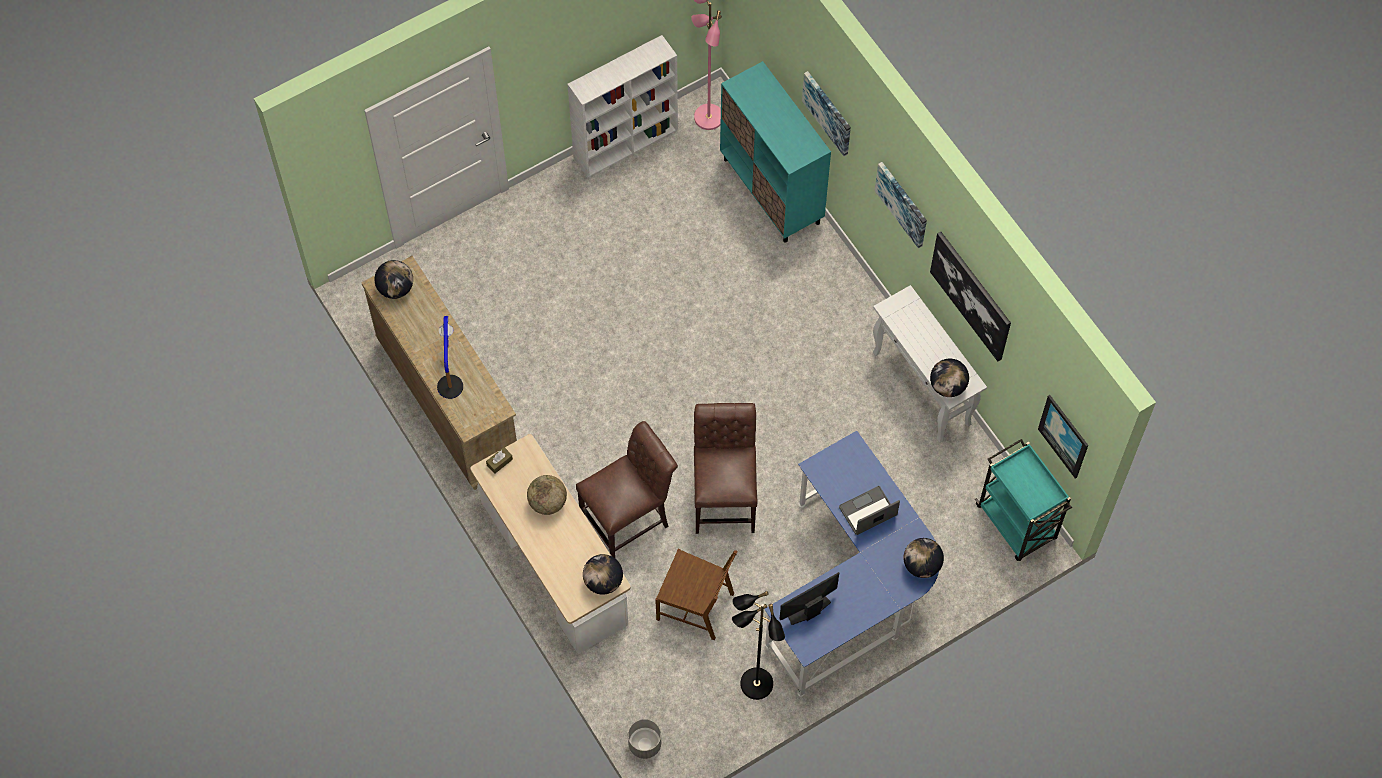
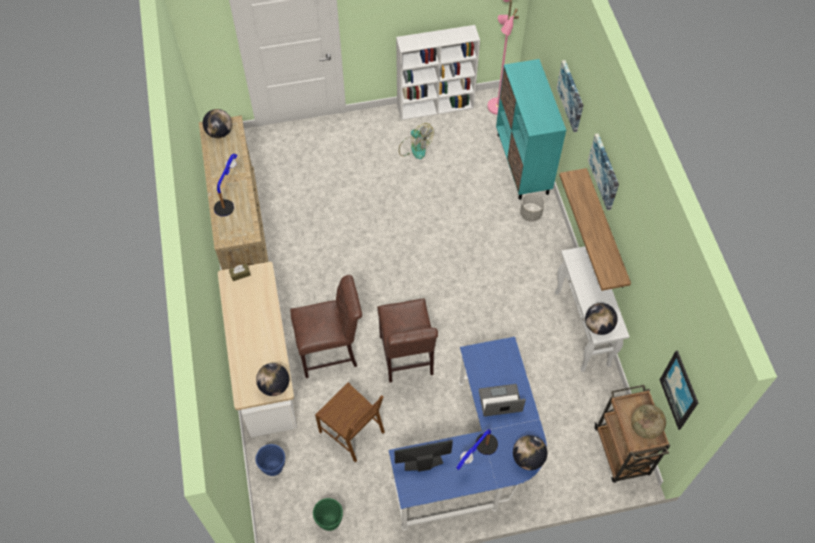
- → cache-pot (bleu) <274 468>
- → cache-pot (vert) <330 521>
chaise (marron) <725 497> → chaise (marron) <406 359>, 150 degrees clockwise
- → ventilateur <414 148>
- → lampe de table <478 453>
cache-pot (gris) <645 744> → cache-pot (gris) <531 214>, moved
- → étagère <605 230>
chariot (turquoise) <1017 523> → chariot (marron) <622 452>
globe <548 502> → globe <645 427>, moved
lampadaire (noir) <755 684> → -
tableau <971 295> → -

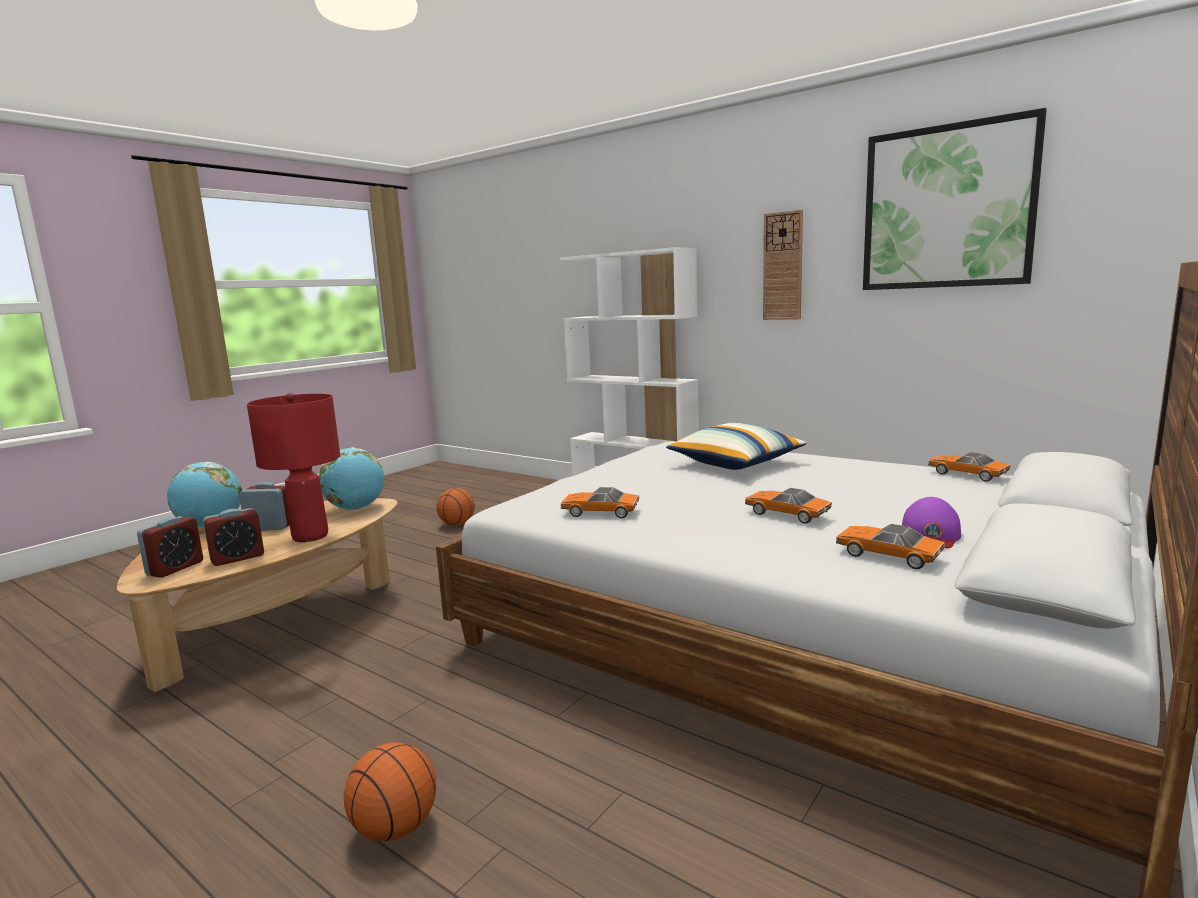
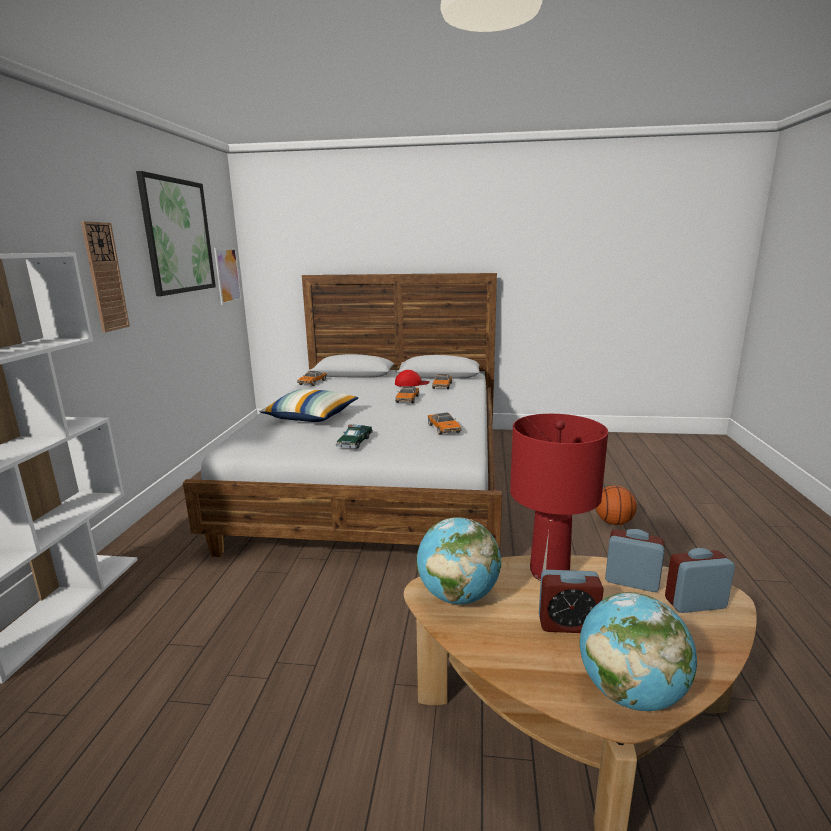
- → tableau <228 275>
- → petite voiture <355 442>
casquette (violet) <930 534> → casquette (rouge) <411 383>
réveil <269 527> → réveil <567 624>, 60 degrees counterclockwise
ballon de basket <457 524> → -

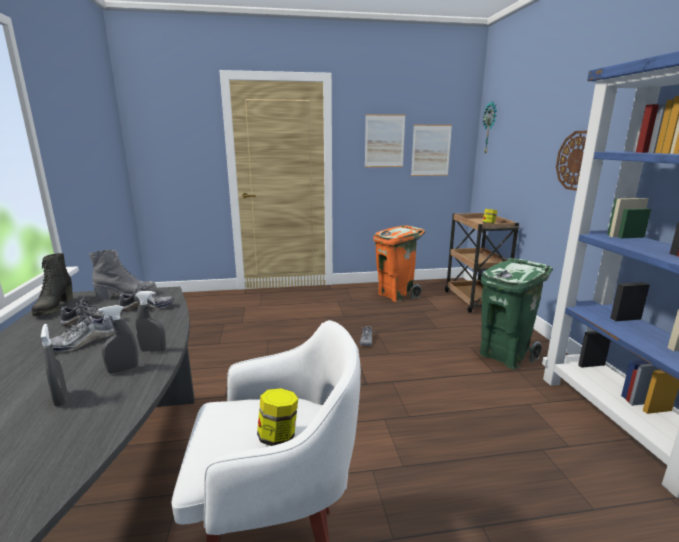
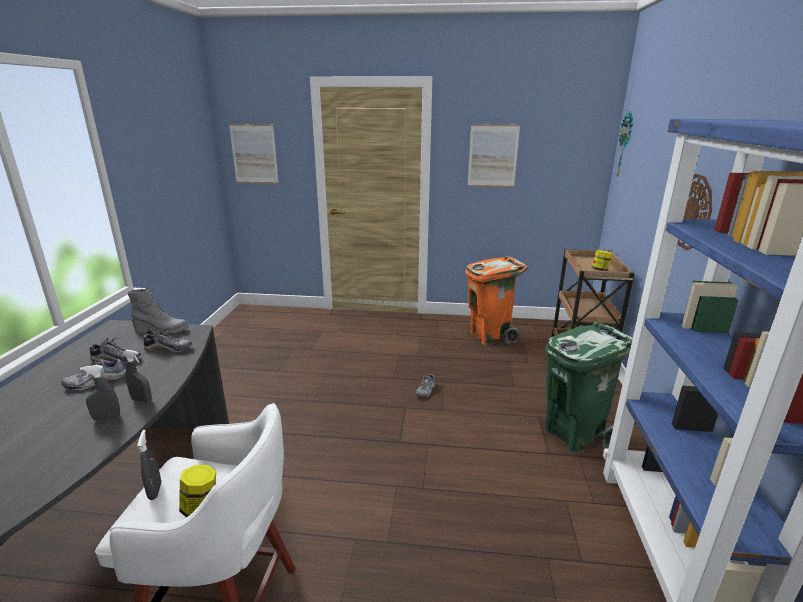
vaporisateur (gris) <61 399> → vaporisateur (gris) <155 491>, moved
tableau <431 150> → tableau <254 154>, moved
botte (noir) <54 308> → -

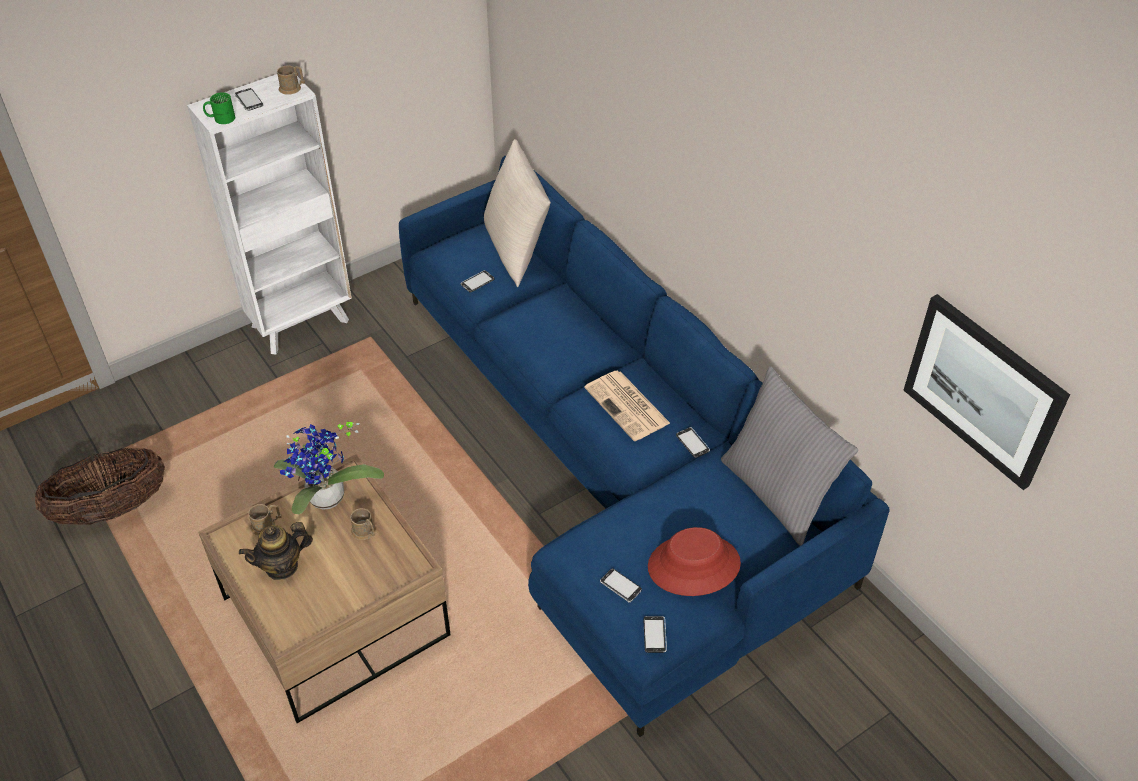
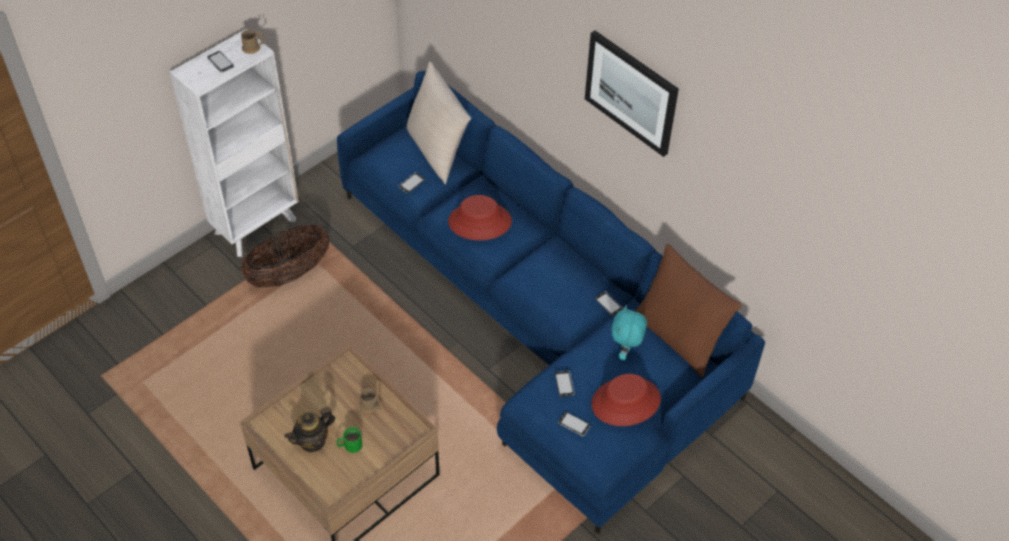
panier <112 509> → panier <289 274>, moved
mug (vert) <220 118> → mug (vert) <349 445>, moved
- → chapeau (rouge) <479 222>
téléphone <654 635> → téléphone <564 384>, moved
tableau <983 390> → tableau <631 92>, moved
- → peluche (turquoise) <625 351>
coussin (gris) <777 493> → coussin (marron) <679 336>
mug (marron) <267 525> → -
plante en pot <326 501> → -
journal <628 406> → -

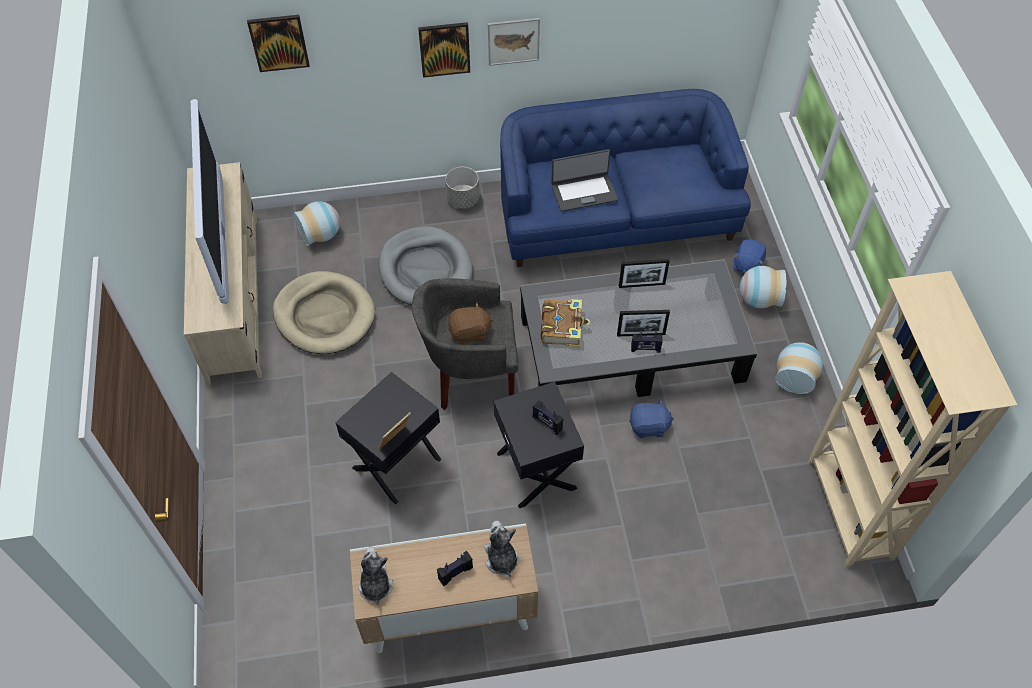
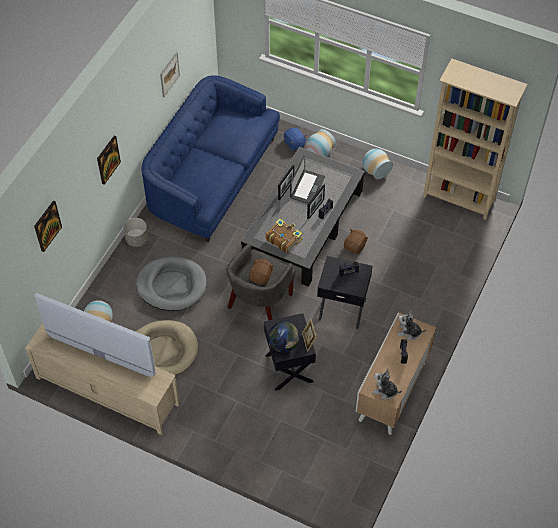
tableau <513 41> → tableau <169 74>, moved
- → globe <283 344>
ordinateur portable <584 192> → ordinateur portable <307 187>, moved
peluche (bleu) <649 427> → peluche (marron) <355 246>

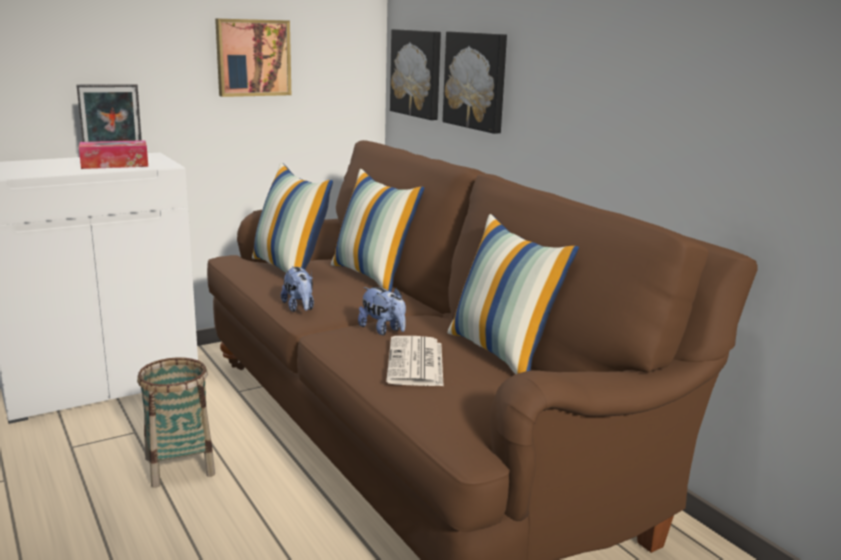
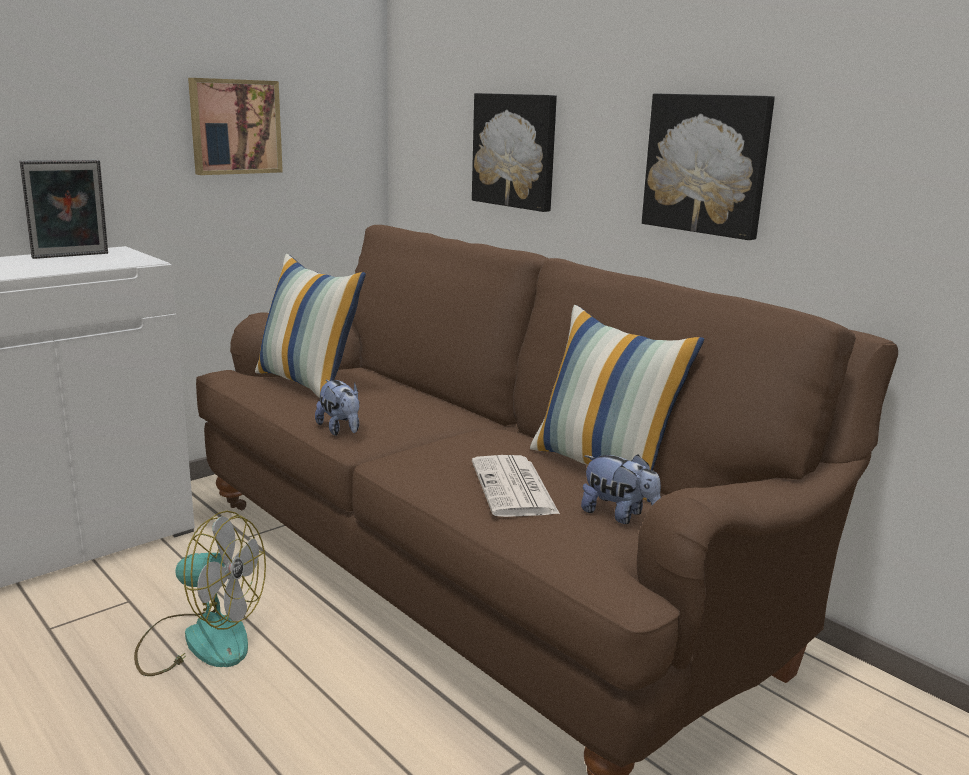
panier <180 466> → ventilateur <201 639>
peluche <383 330> → peluche <618 515>, moved
tableau <417 73> → tableau <707 164>, moved
boîte à mouchoirs <115 164> → -
coussin <373 276> → -

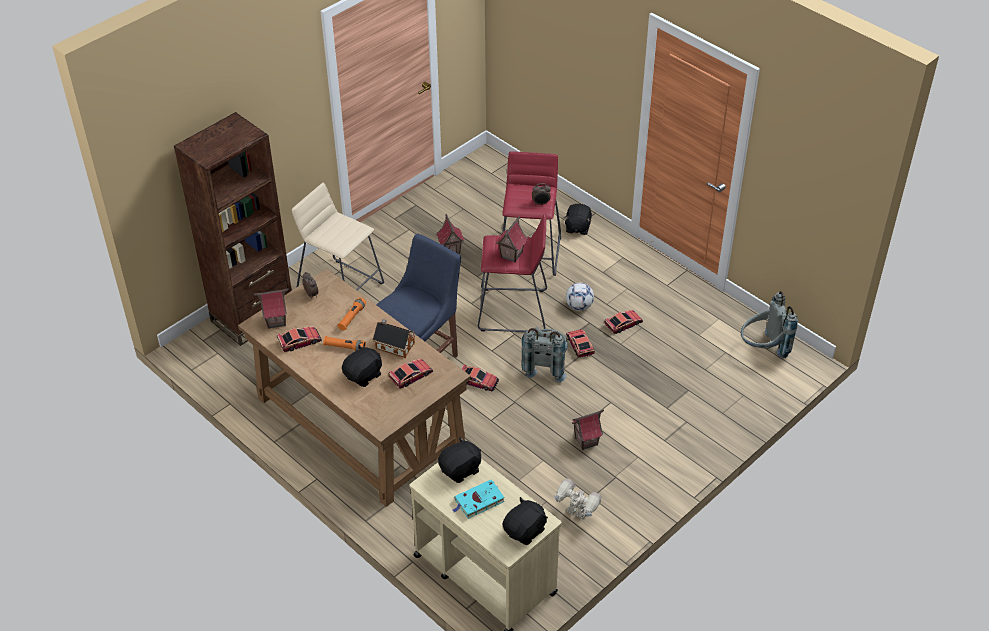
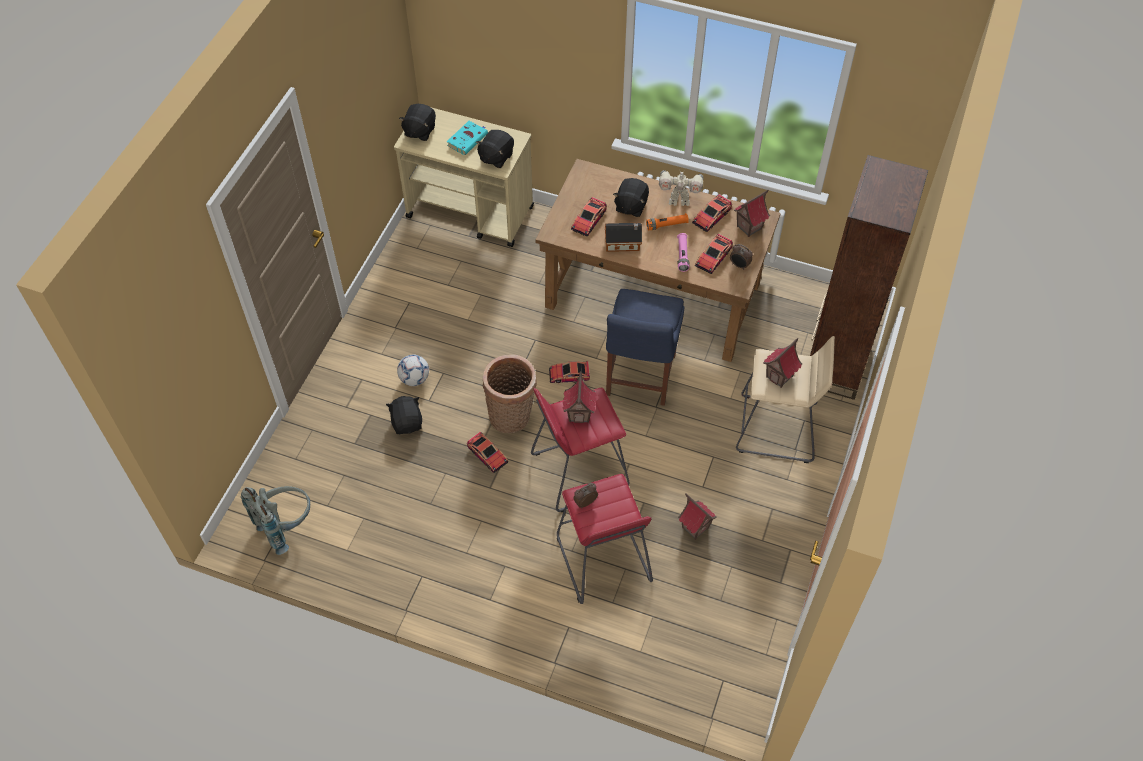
peluche (noir) <577 227> → peluche (noir) <407 422>, moved
ballon de foot <579 306> → ballon de foot <414 379>, moved
sac à dos (gris) <545 365> → panier <512 417>
robot jouet <576 514> → robot jouet <679 200>, moved
lampe de poche (orange) <352 318> → lampe de poche (rose) <682 255>
petite voiture <623 324> → petite voiture <713 257>, moved
maison miniature <586 441> → maison miniature <779 377>, moved

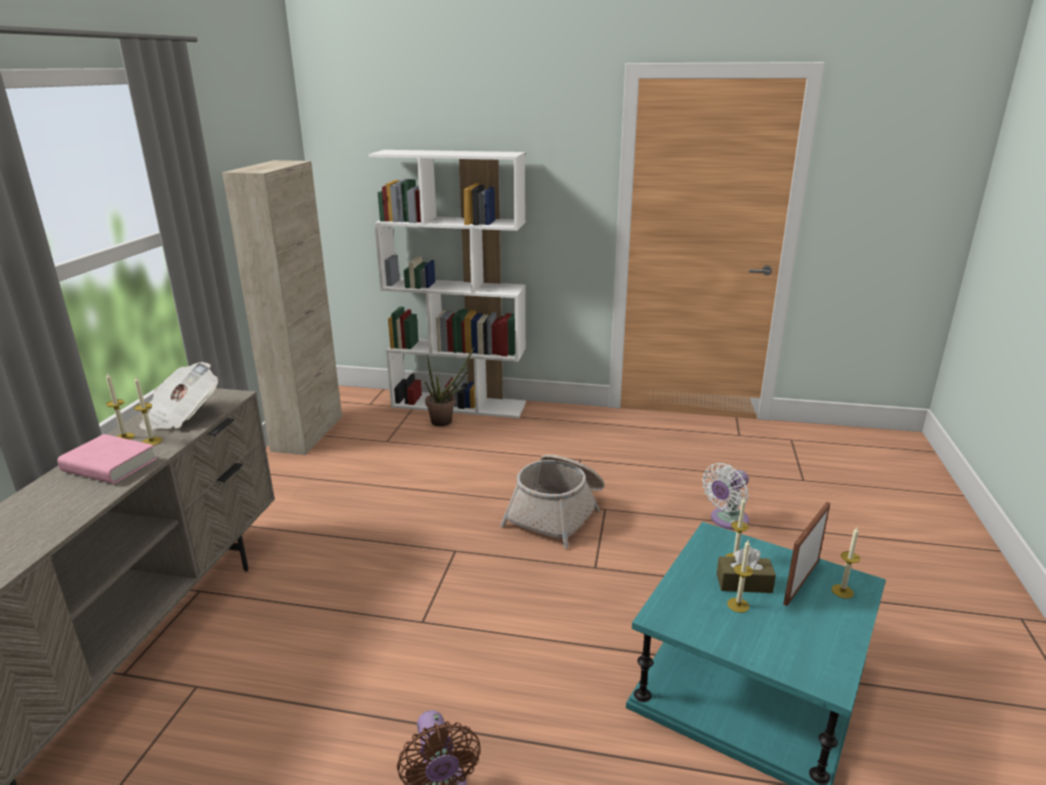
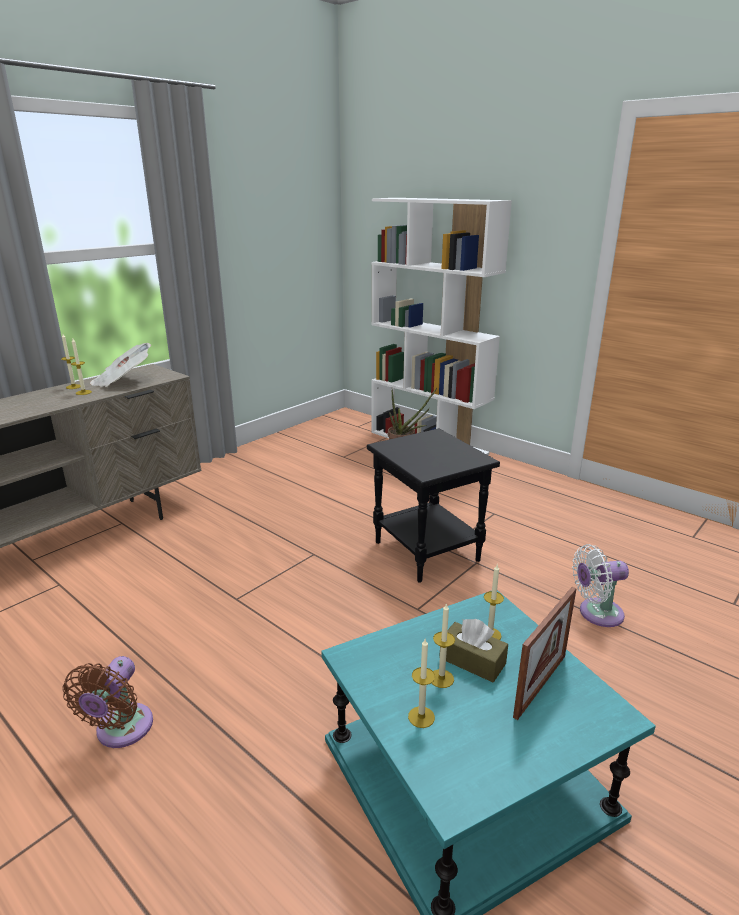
panier <557 512> → table d'appoint (noir) <428 551>
bougie <842 591> → bougie <421 717>, moved
cadre photo <801 582> → cadre photo <540 685>, 150 degrees clockwise
livre (rose) <109 465> → -
meuble de rangement (beige) <308 433> → -

